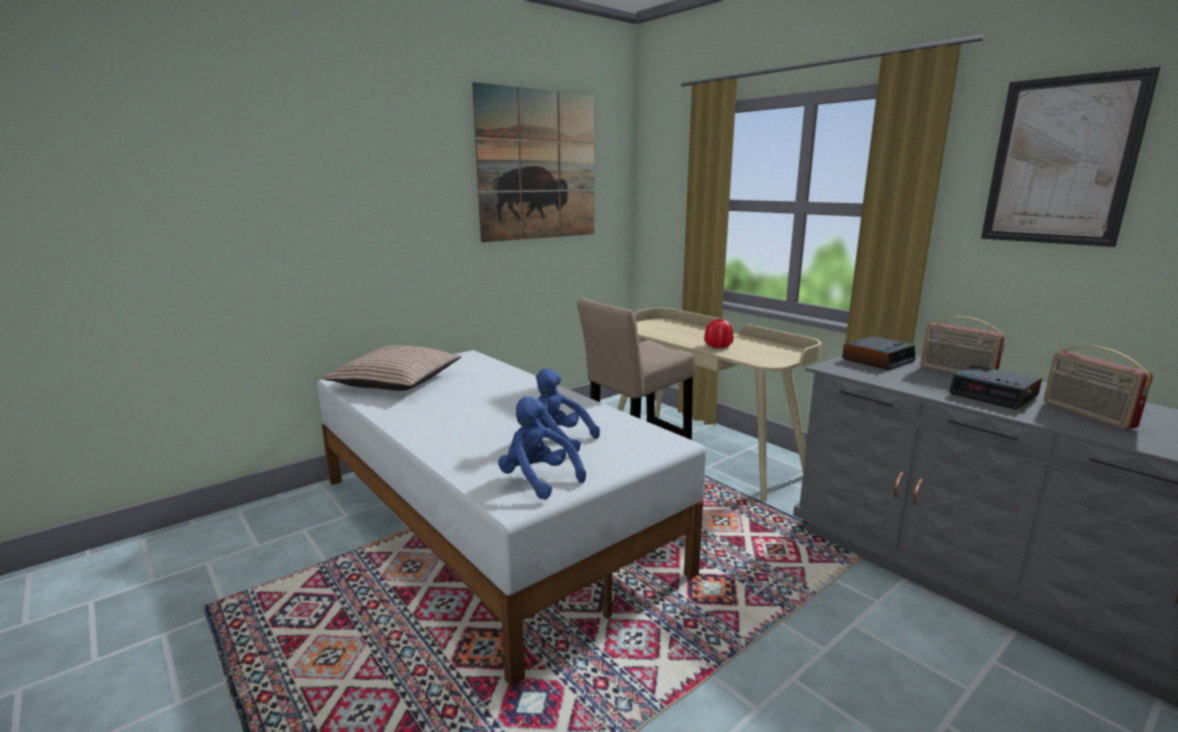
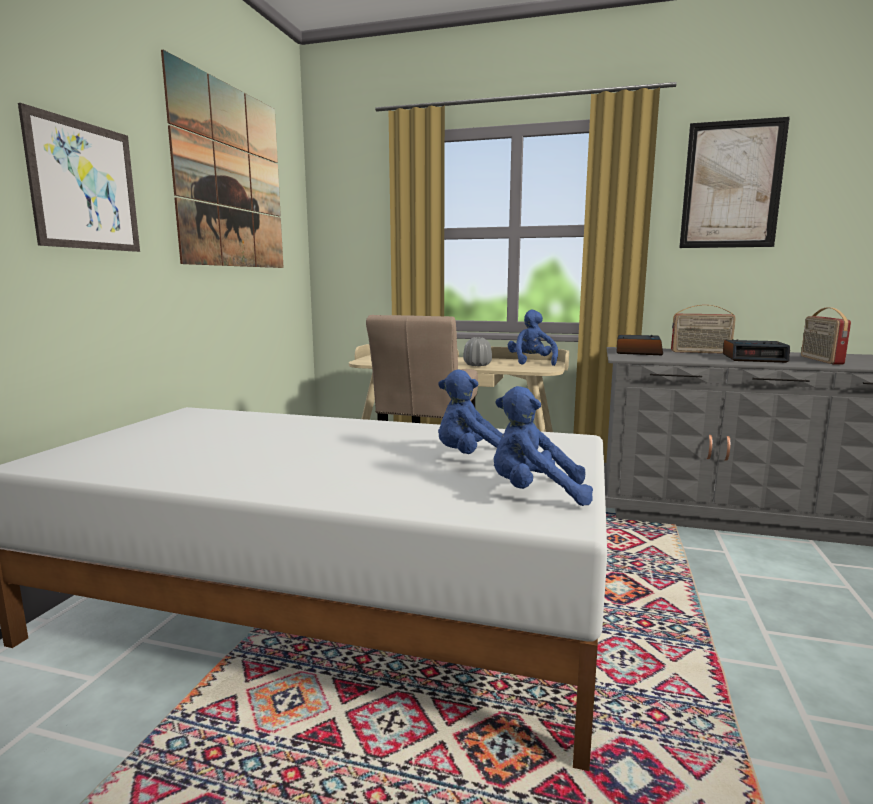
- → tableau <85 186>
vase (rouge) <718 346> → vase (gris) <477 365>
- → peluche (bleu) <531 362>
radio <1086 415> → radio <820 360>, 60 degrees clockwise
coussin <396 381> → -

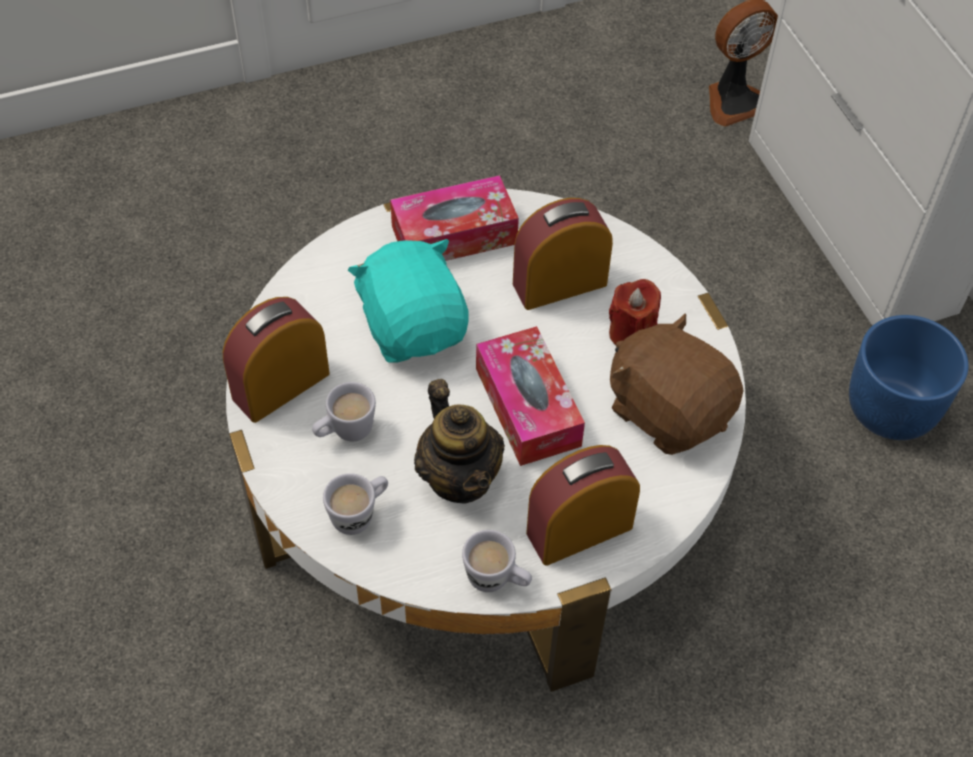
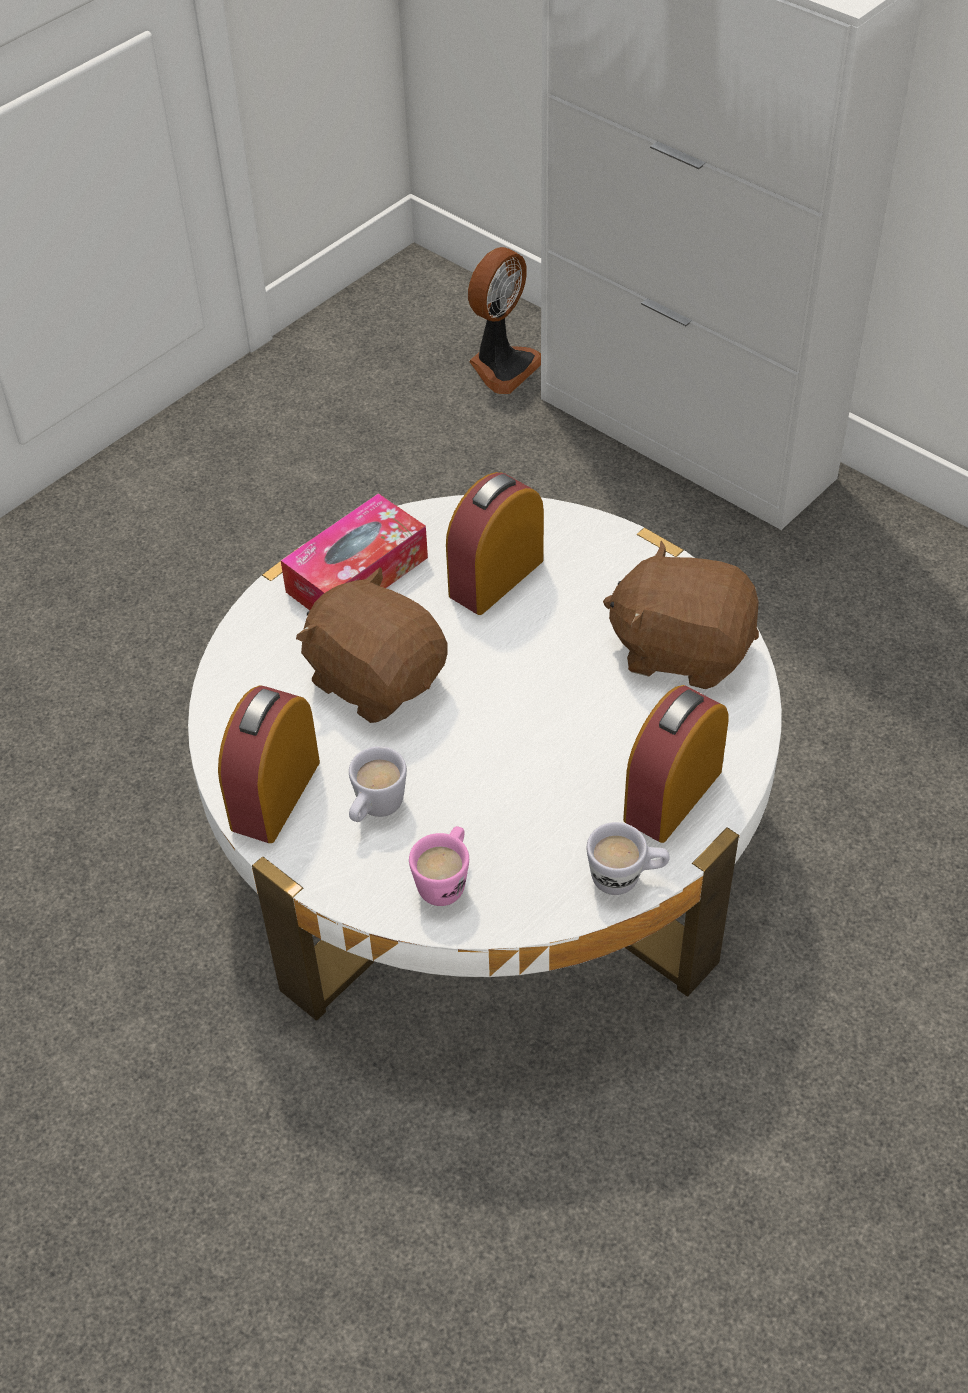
peluche (turquoise) <414 327> → peluche (marron) <376 679>
mug (blanc) <359 514> → mug (rose) <446 880>
théière <460 477> → -
boîte à mouchoirs <527 407> → -
bougie (rouge) <631 333> → -
cache-pot (bleu) <892 408> → -

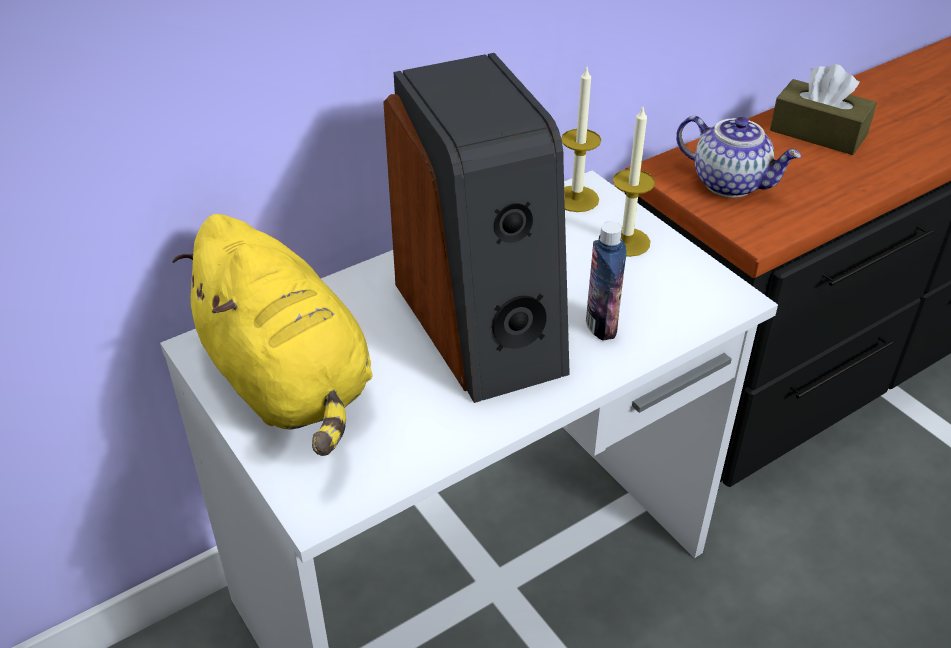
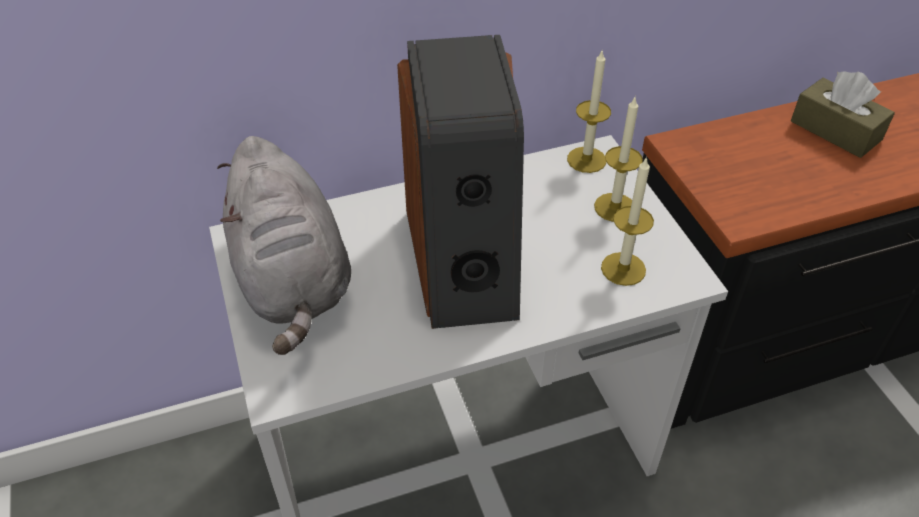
peluche (jaune) <288 382> → peluche (gris) <292 280>
- → bougie <623 269>
bouteille <601 325> → -
théière <730 183> → -

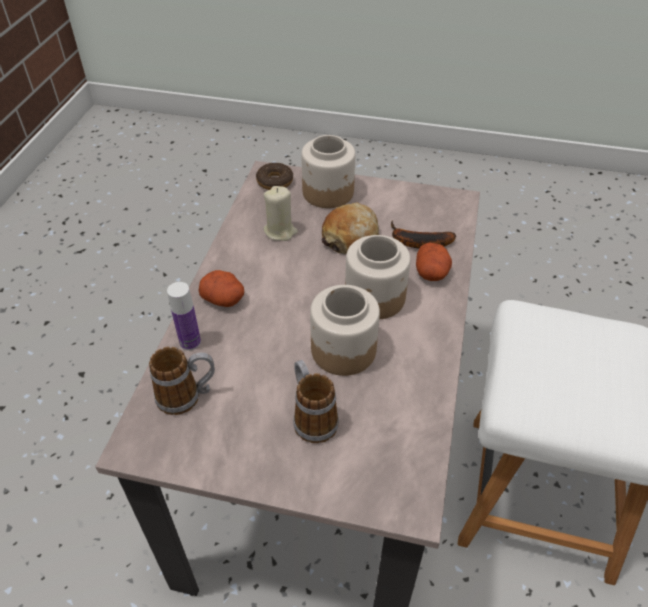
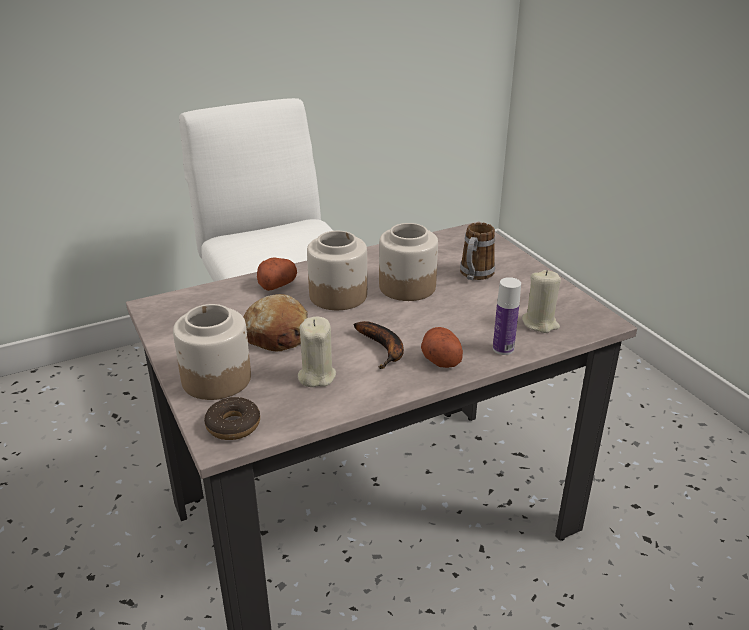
banane <417 242> → banane <384 349>, moved
mug <187 396> → bougie (beige) <540 323>

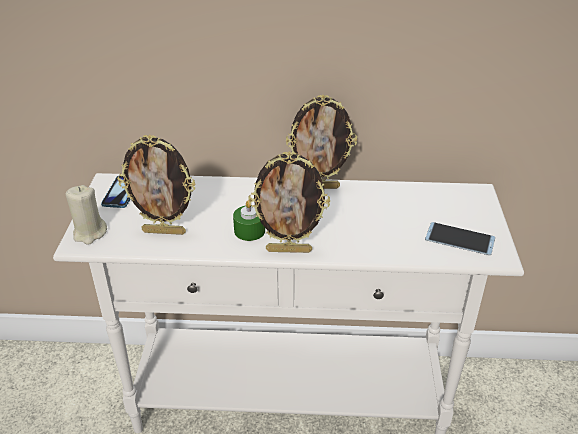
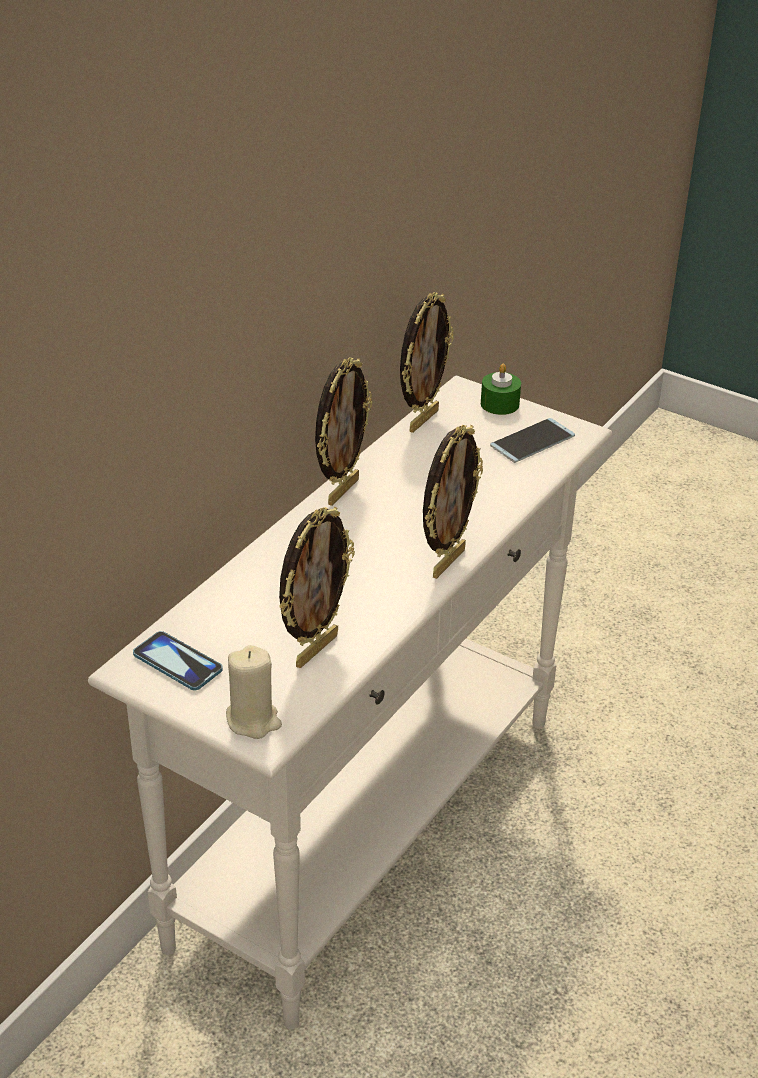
- → cadre photo <422 420>
bougie (vert) <249 231> → bougie (vert) <499 404>, moved

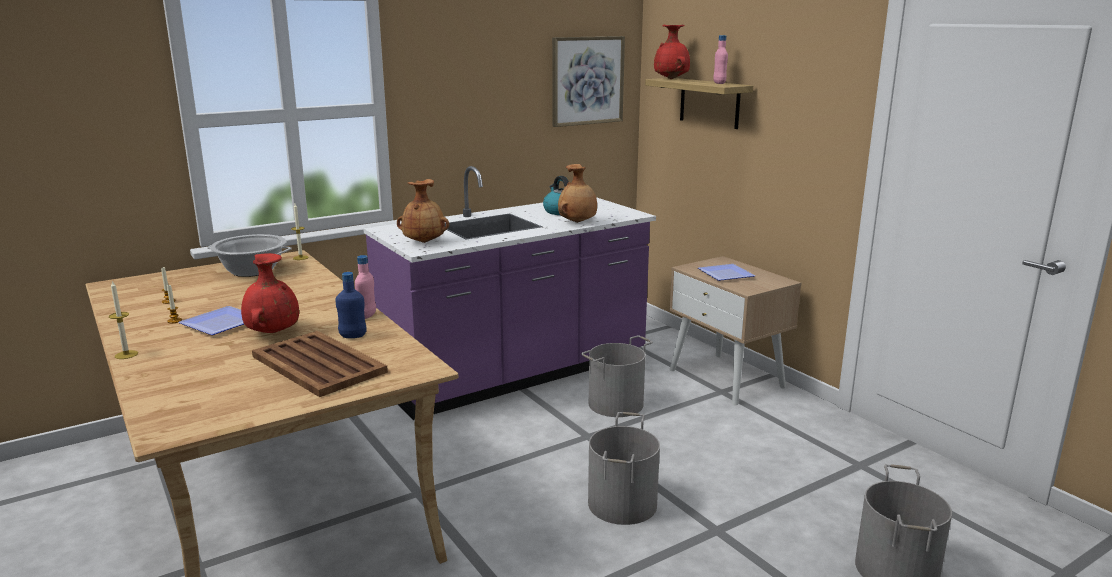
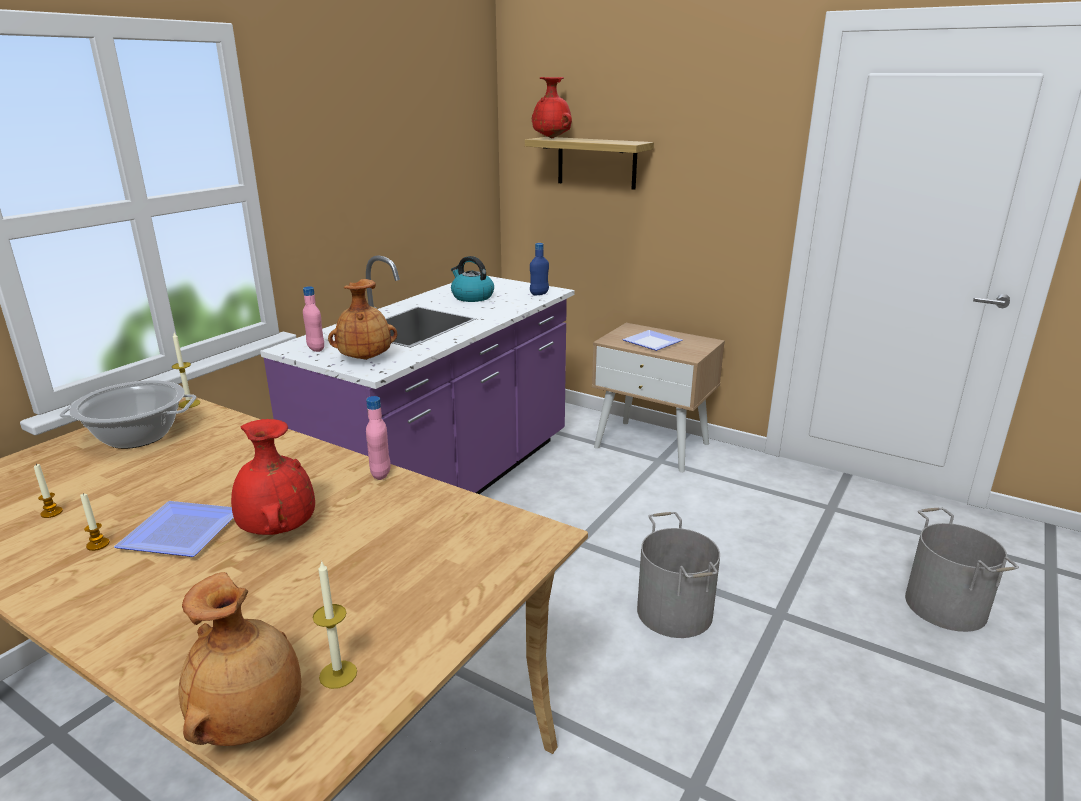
vase (marron) <578 222> → vase (marron) <251 722>, moved
bouteille (rose) <719 83> → bouteille (rose) <316 349>, moved
bougie <126 355> → bougie <338 674>, moved
bouteille (bleu) <353 336> → bouteille (bleu) <539 294>, moved
plateau (marron) <319 365> → -
tableau <587 80> → -
seau (gris) <616 404> → -

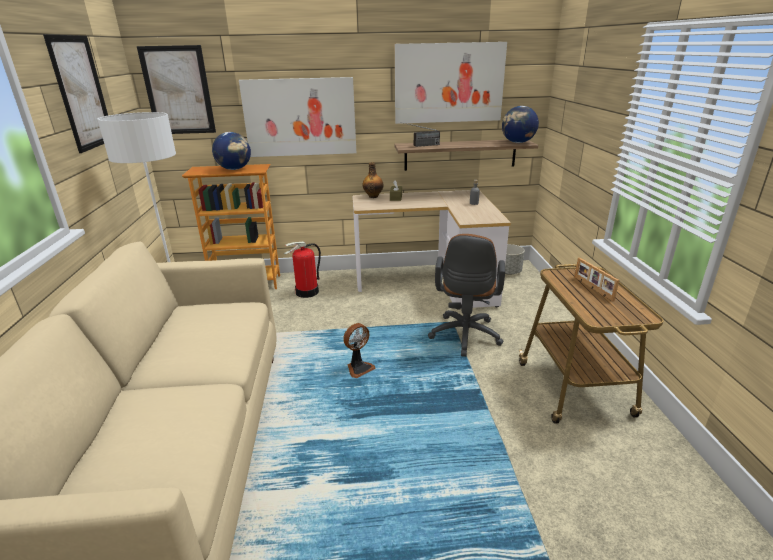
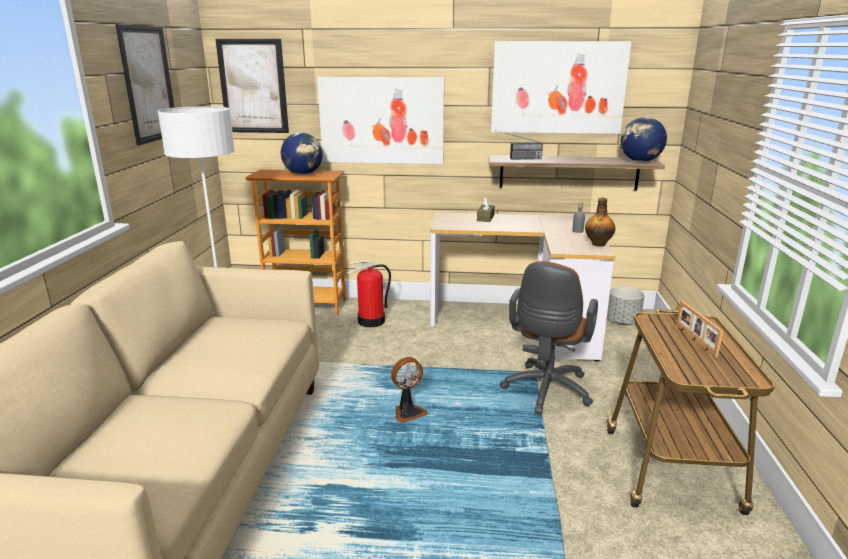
bouteille <373 196> → bouteille <598 244>, moved

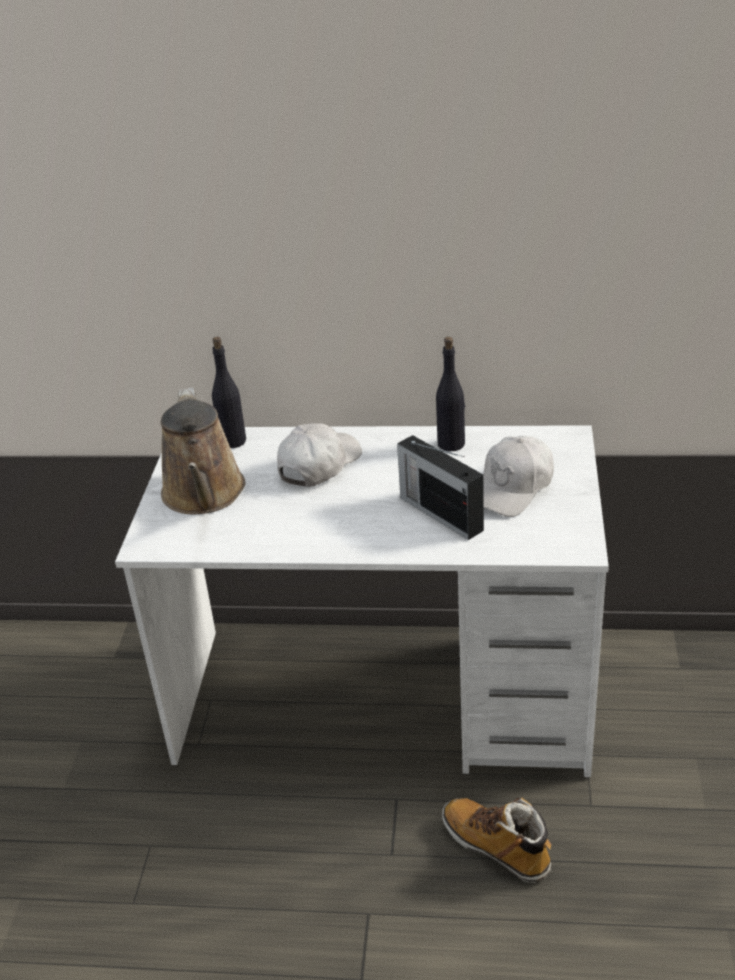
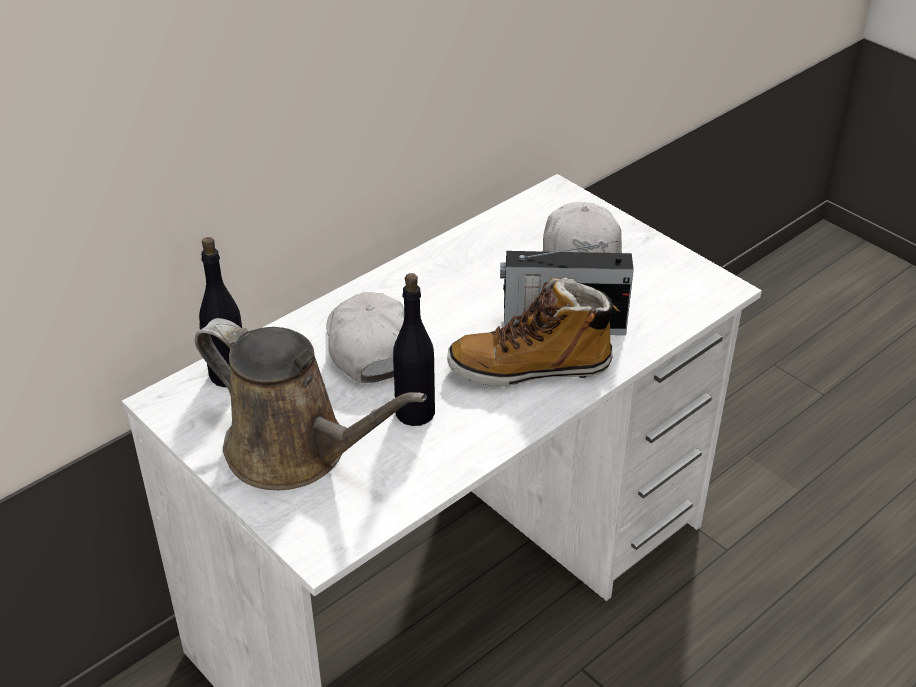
bouteille (noir) <451 444> → bouteille (noir) <415 412>, moved
botte <497 847> → botte <531 367>, moved

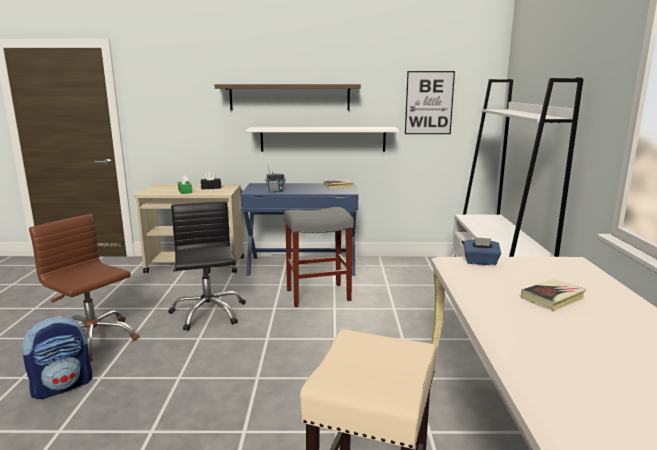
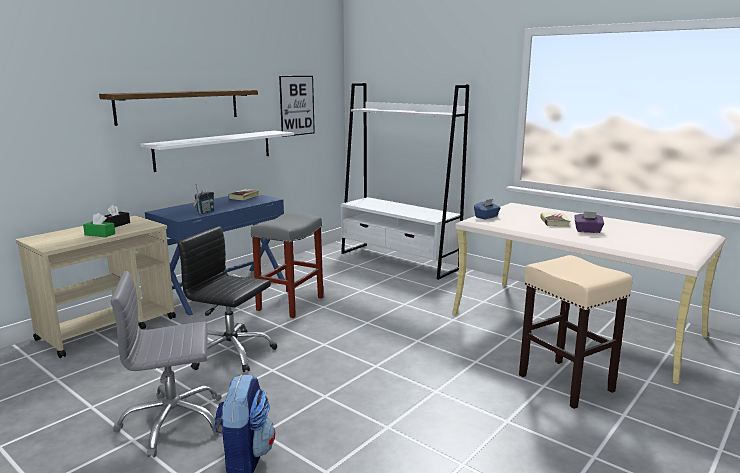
chaise de bureau (marron) <93 340> → chaise de bureau (gris) <173 422>
- → boîte à mouchoirs (violet) <587 231>

